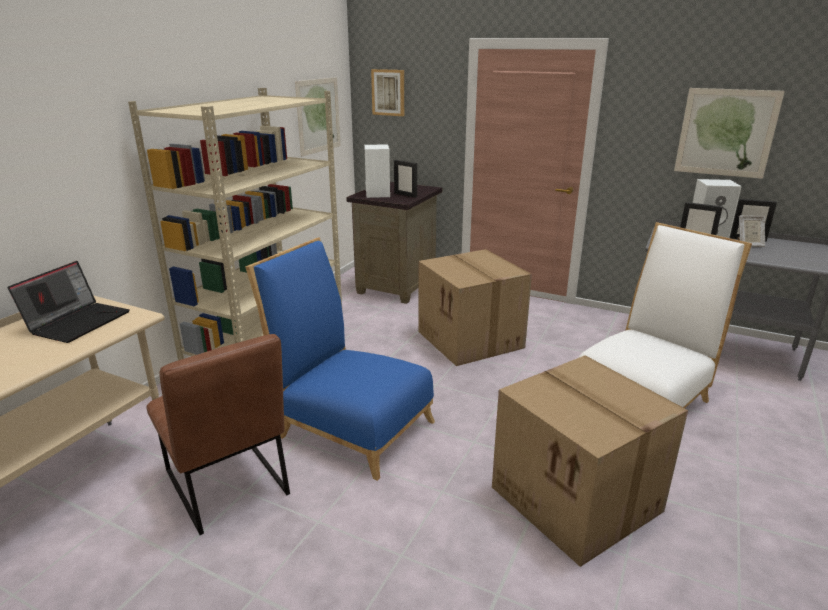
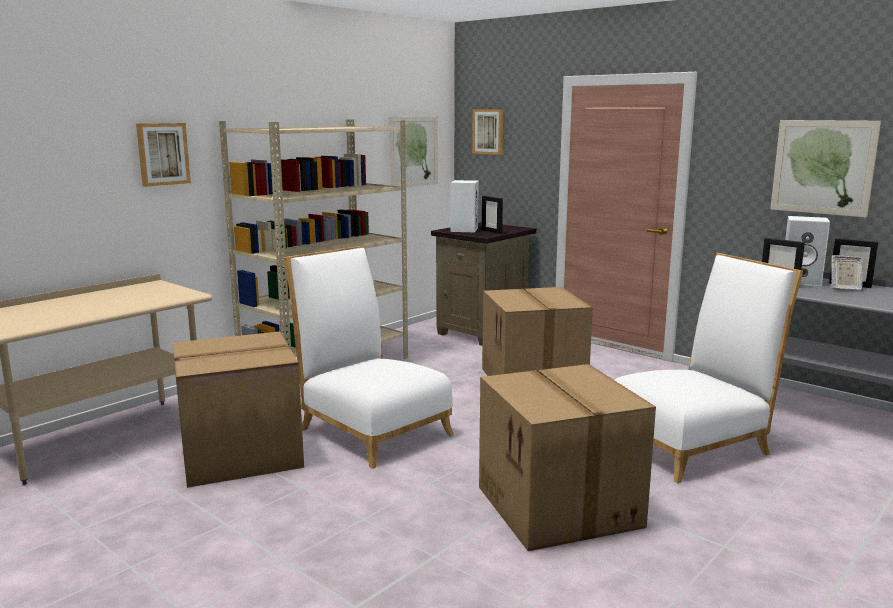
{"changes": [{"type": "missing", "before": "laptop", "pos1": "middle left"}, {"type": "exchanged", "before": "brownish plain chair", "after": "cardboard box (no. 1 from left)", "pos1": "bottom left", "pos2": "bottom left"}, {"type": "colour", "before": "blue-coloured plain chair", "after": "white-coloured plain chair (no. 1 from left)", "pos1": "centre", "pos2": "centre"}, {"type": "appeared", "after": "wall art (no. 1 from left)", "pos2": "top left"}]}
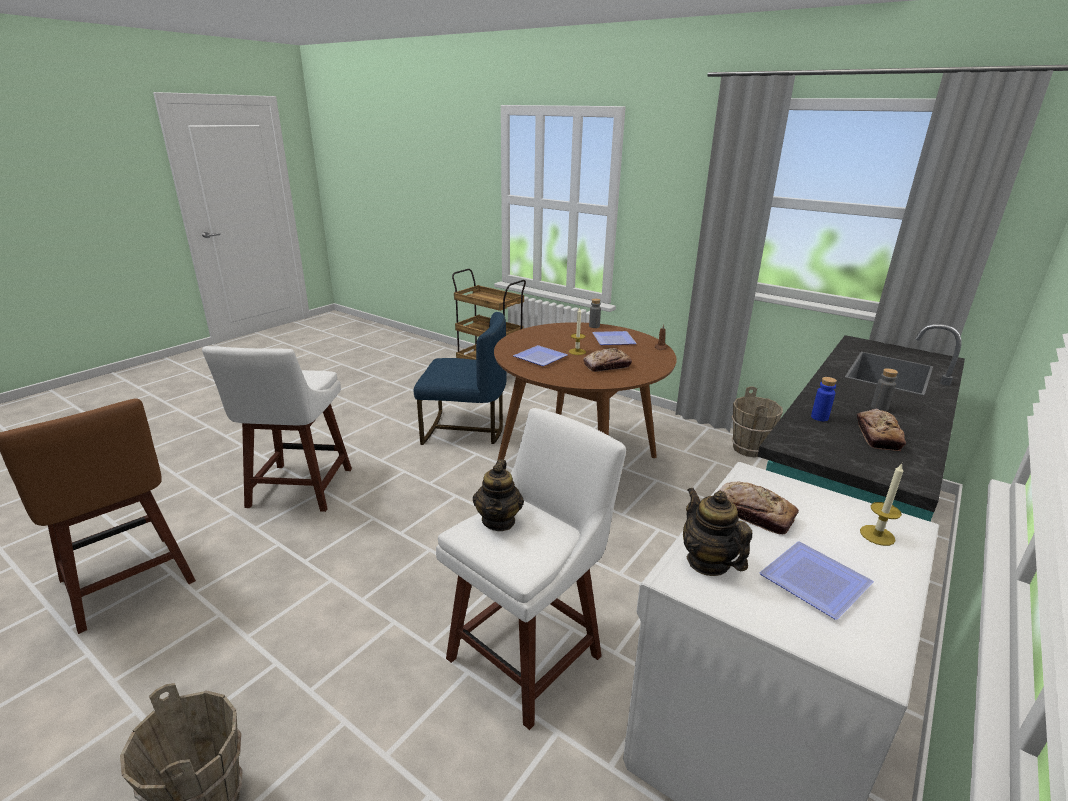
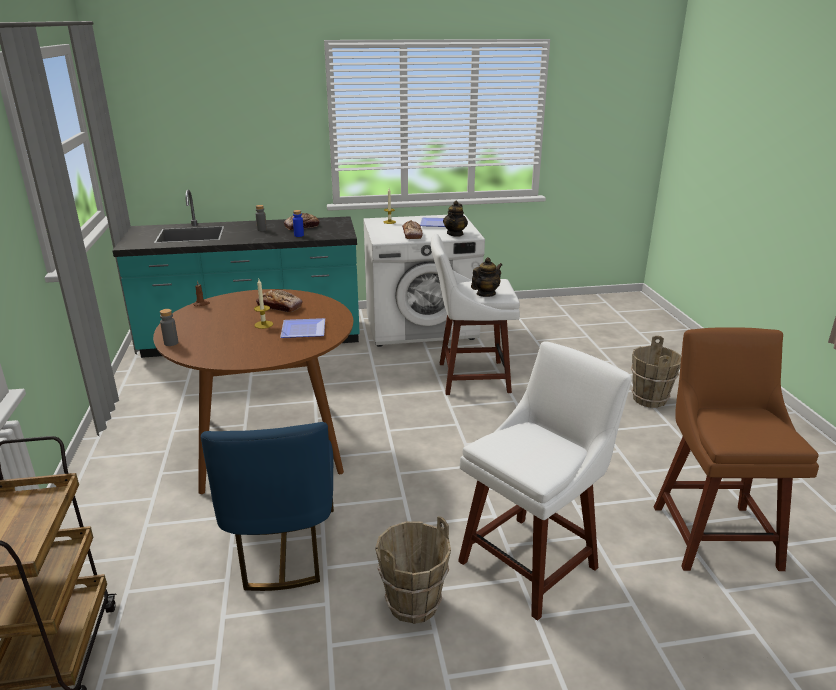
{"changes": [{"type": "spun", "before": "blue-coloured plain chair", "pos1": "centre", "pos2": "bottom left", "turn": -150}, {"type": "missing", "before": "dinner plate (no. 2 from left)", "pos1": "centre"}, {"type": "relocated", "before": "brownish pail (no. 2 from left in the first image)", "after": "brownish pail (no. 1 from left)", "pos1": "middle right", "pos2": "bottom centre"}]}
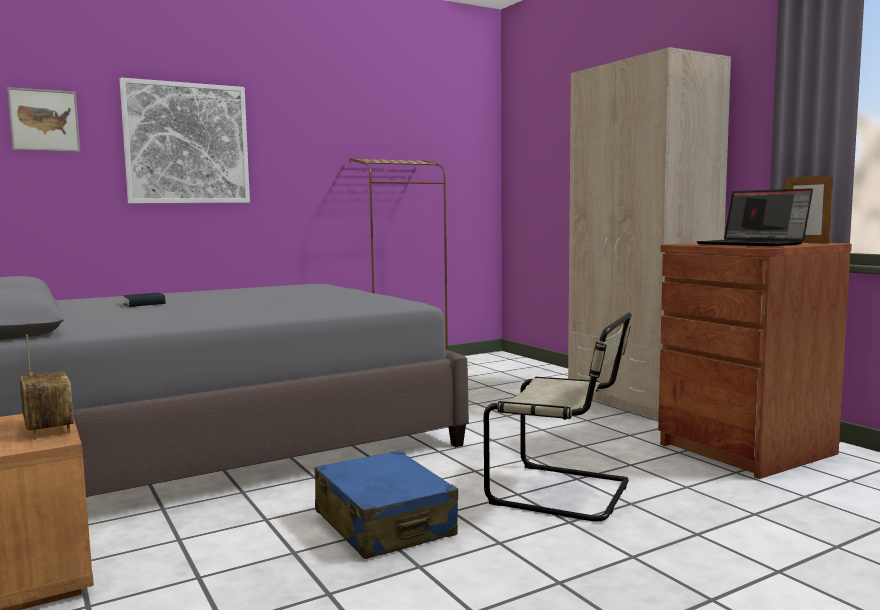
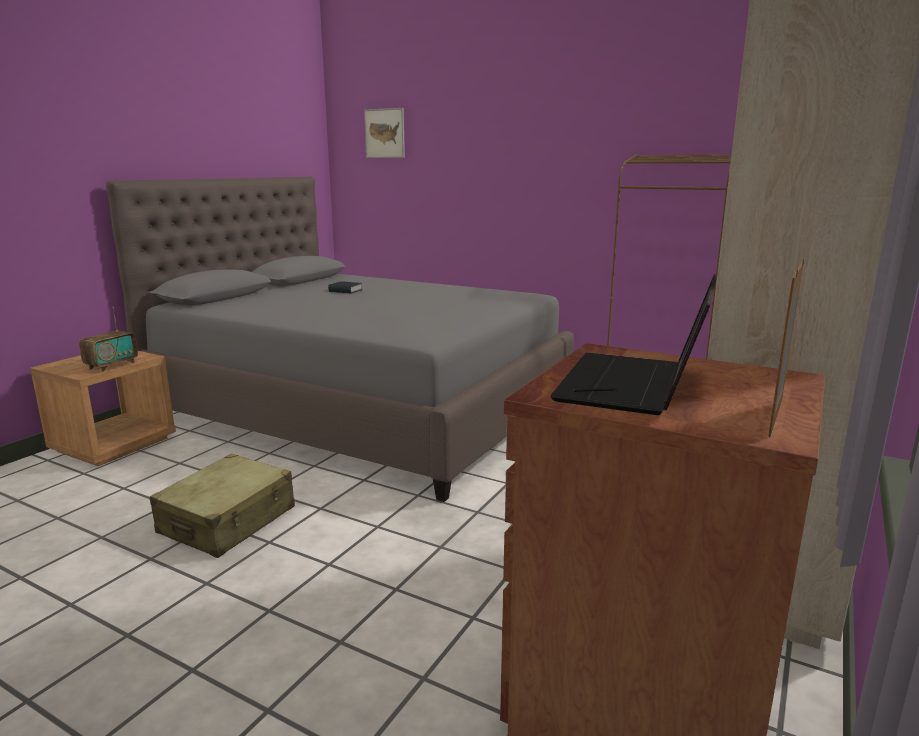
{"changes": [{"type": "missing", "before": "wall art (no. 2 from left)", "pos1": "top left"}, {"type": "colour", "before": "blue-coloured travel case", "after": "beige travel case", "pos1": "bottom centre", "pos2": "bottom left"}, {"type": "missing", "before": "beige plain chair", "pos1": "bottom centre"}]}
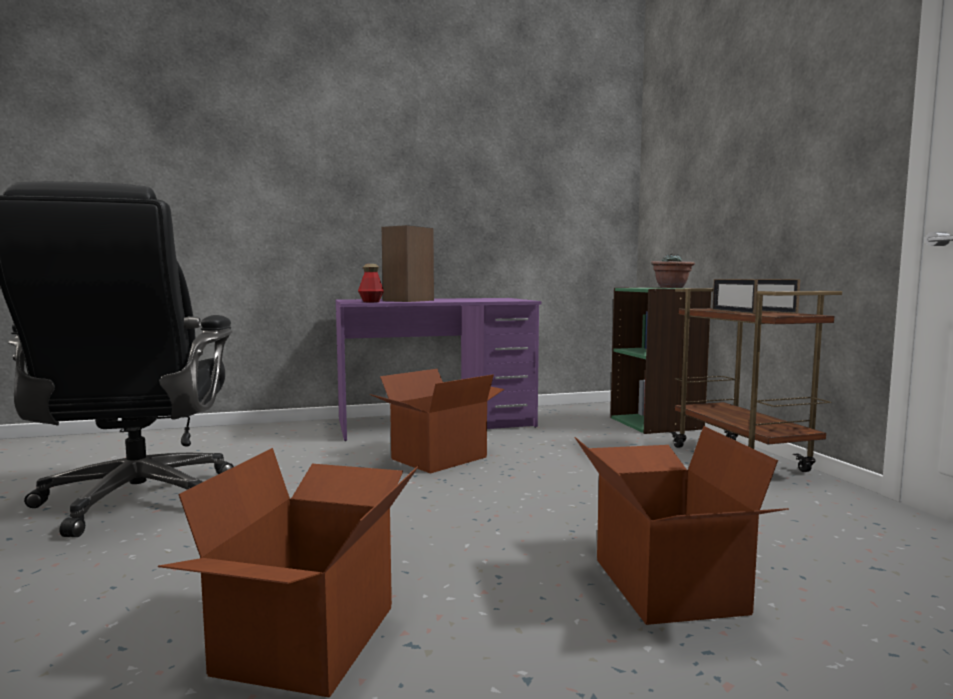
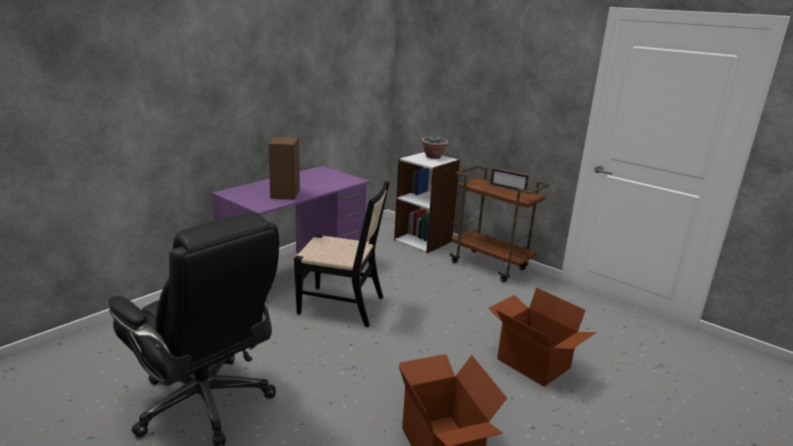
{"changes": [{"type": "missing", "before": "bottle", "pos1": "centre"}, {"type": "exchanged", "before": "cardboard box (no. 2 from left)", "after": "plain chair", "pos1": "centre", "pos2": "centre"}, {"type": "colour", "before": "green bookshelf", "after": "white-coloured bookshelf", "pos1": "middle right", "pos2": "centre"}, {"type": "missing", "before": "photo frame (no. 1 from left)", "pos1": "middle right"}]}
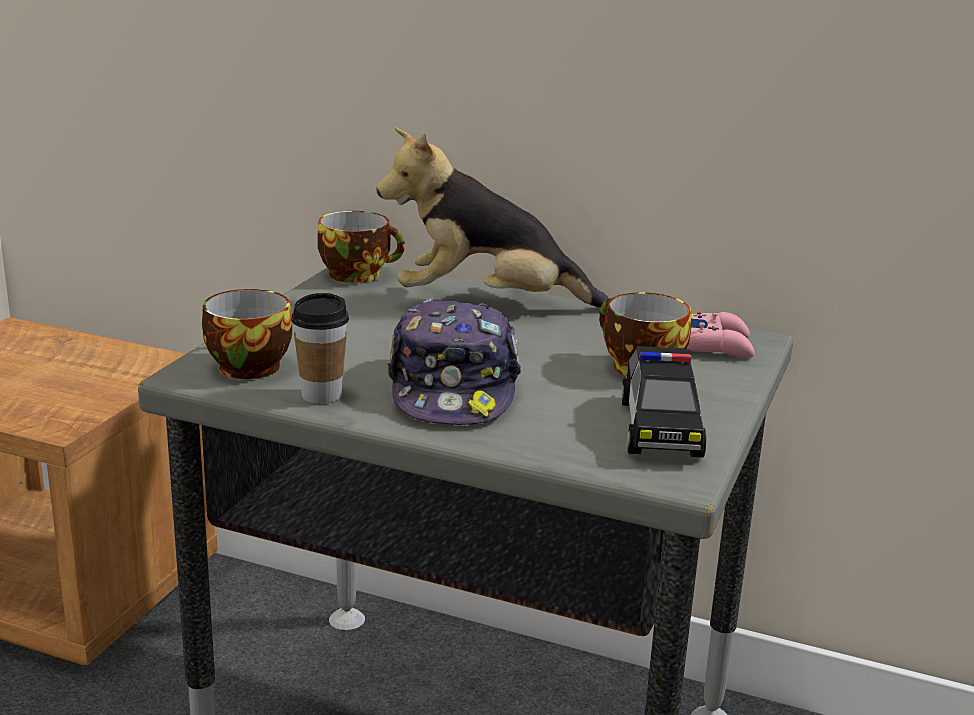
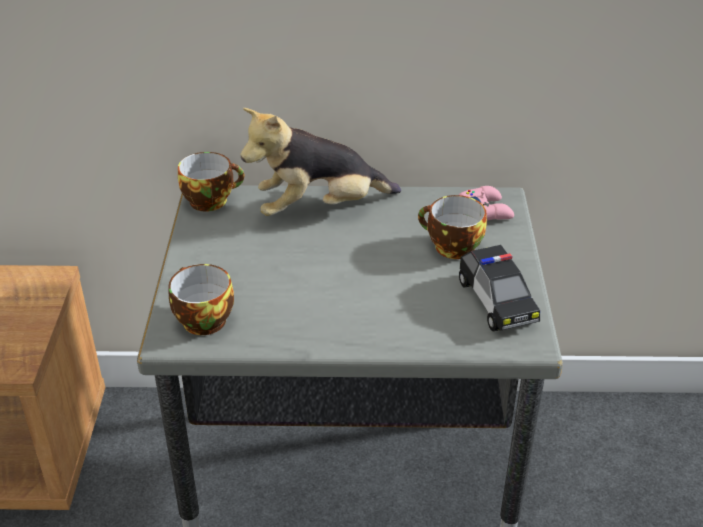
{"changes": [{"type": "missing", "before": "small cup (no. 2 from left)", "pos1": "middle left"}, {"type": "missing", "before": "peaked cap", "pos1": "centre"}]}
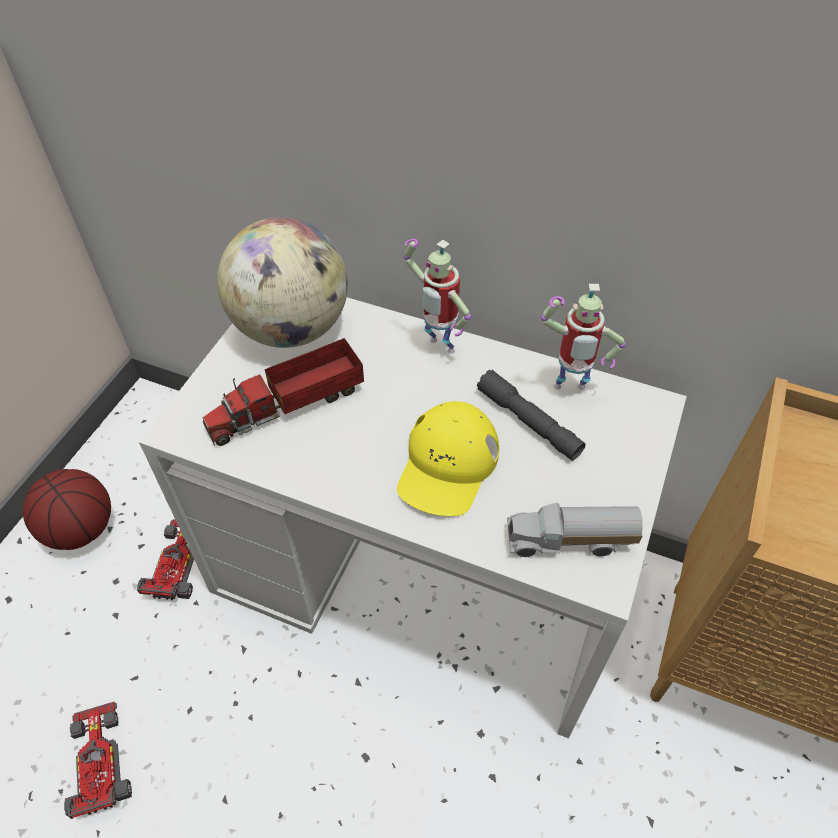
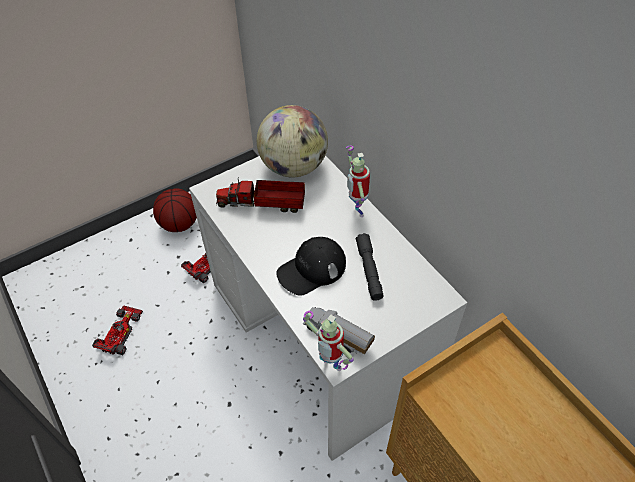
{"changes": [{"type": "colour", "before": "yellow peaked cap", "after": "black-coloured peaked cap", "pos1": "centre", "pos2": "centre"}, {"type": "relocated", "before": "toy robot (no. 2 from left in the first image)", "after": "toy robot (no. 1 from left)", "pos1": "middle right", "pos2": "bottom centre"}]}
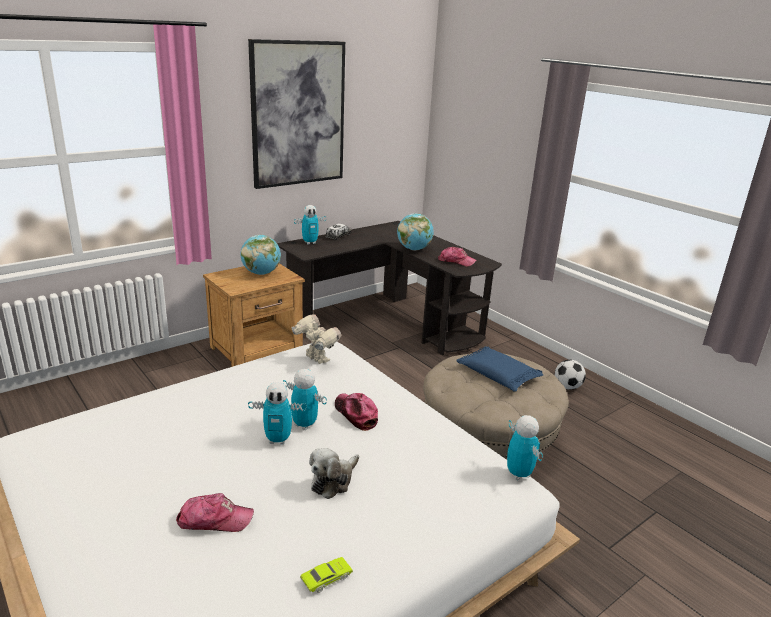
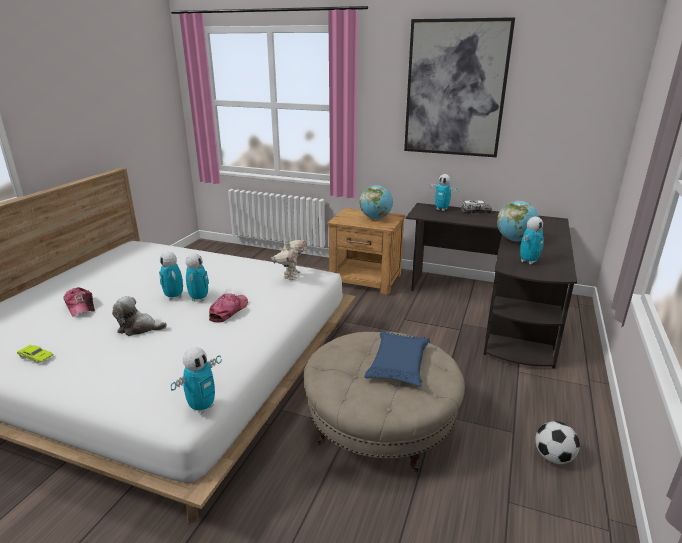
{"changes": [{"type": "exchanged", "before": "peaked cap (no. 3 from left)", "after": "toy robot (no. 6 from left)", "pos1": "centre", "pos2": "middle right"}]}
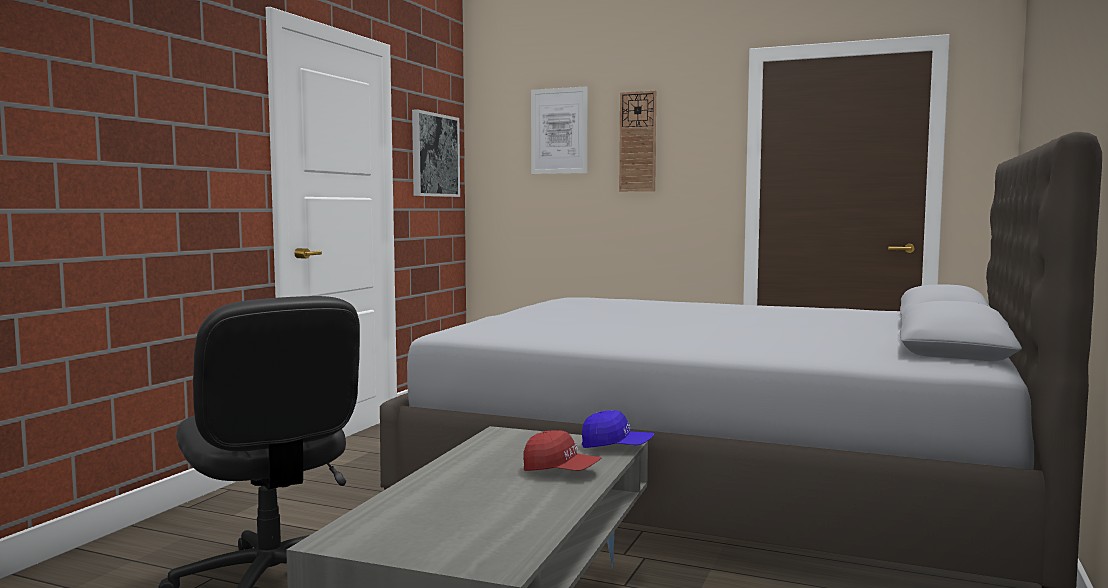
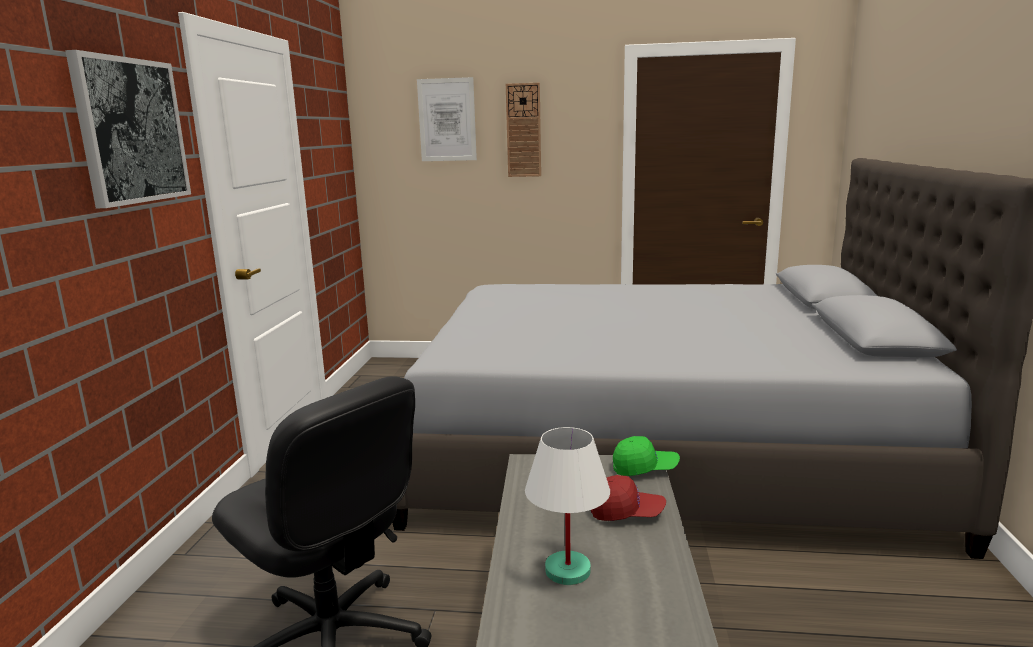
{"changes": [{"type": "relocated", "before": "wall art (no. 1 from left)", "pos1": "top centre", "pos2": "top left"}, {"type": "colour", "before": "blue-coloured peaked cap", "after": "green peaked cap", "pos1": "bottom centre", "pos2": "bottom centre"}, {"type": "appeared", "after": "white-coloured tabletop lamp", "pos2": "bottom centre"}]}
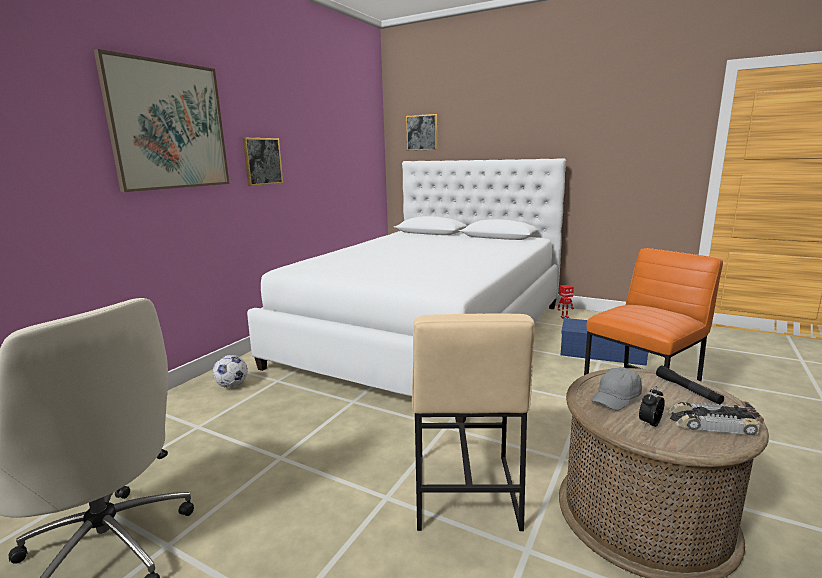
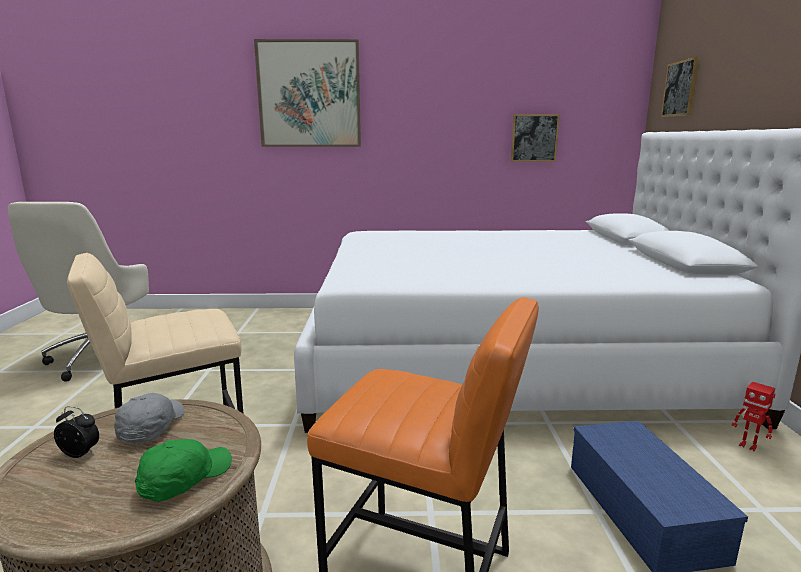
{"changes": [{"type": "missing", "before": "ball for football", "pos1": "middle left"}, {"type": "relocated", "before": "wall art (no. 2 from left)", "pos1": "top left", "pos2": "top right"}, {"type": "spun", "before": "greyish peaked cap", "pos1": "bottom right", "pos2": "bottom left", "turn": 75}, {"type": "exchanged", "before": "black-coloured flashlight", "after": "green peaked cap", "pos1": "middle right", "pos2": "bottom left"}, {"type": "missing", "before": "miniature car", "pos1": "bottom right"}]}
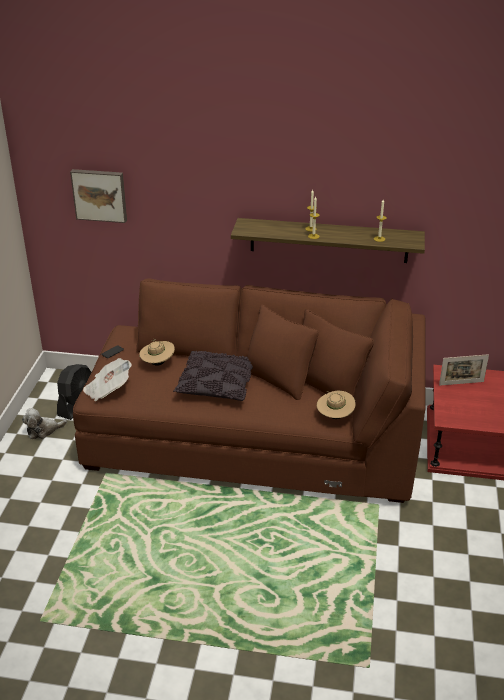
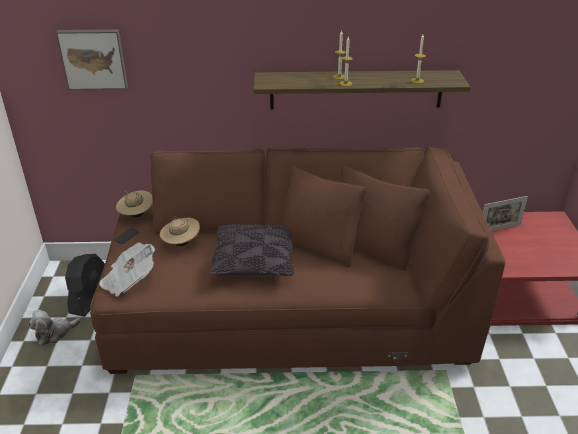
{"changes": [{"type": "relocated", "before": "beige wearable hat (no. 2 from left in the first image)", "after": "beige wearable hat (no. 1 from left)", "pos1": "middle right", "pos2": "middle left"}]}
